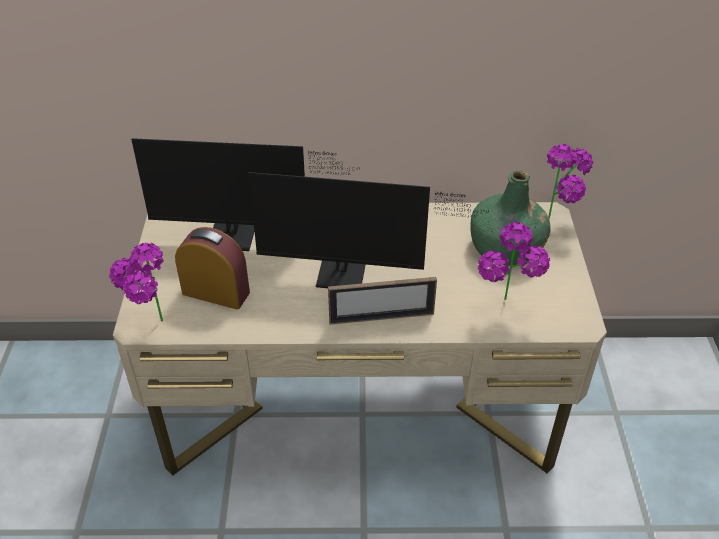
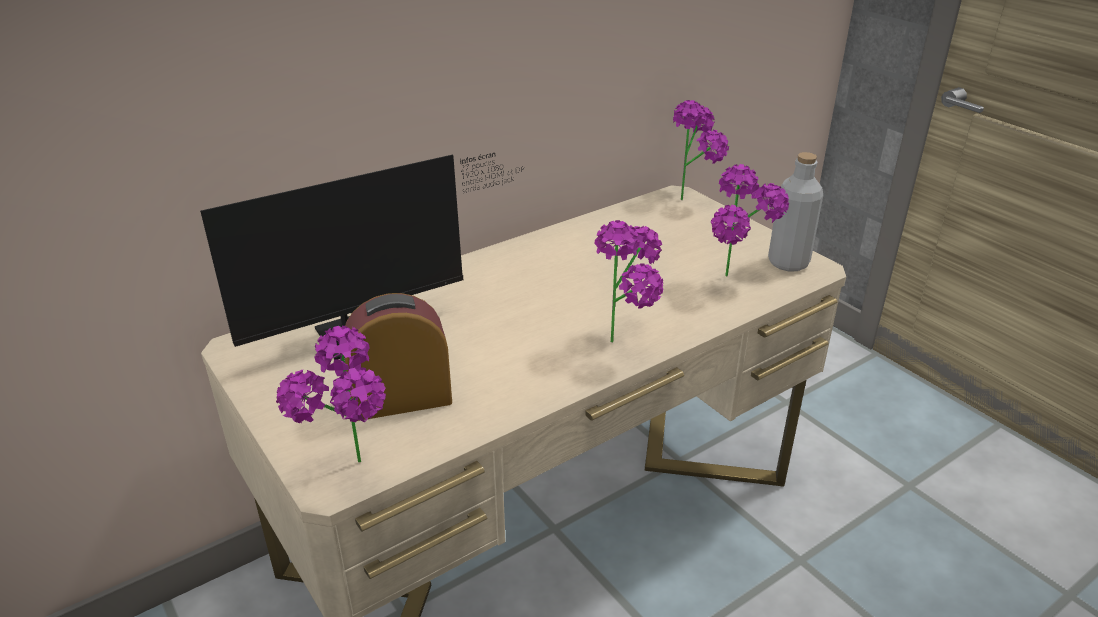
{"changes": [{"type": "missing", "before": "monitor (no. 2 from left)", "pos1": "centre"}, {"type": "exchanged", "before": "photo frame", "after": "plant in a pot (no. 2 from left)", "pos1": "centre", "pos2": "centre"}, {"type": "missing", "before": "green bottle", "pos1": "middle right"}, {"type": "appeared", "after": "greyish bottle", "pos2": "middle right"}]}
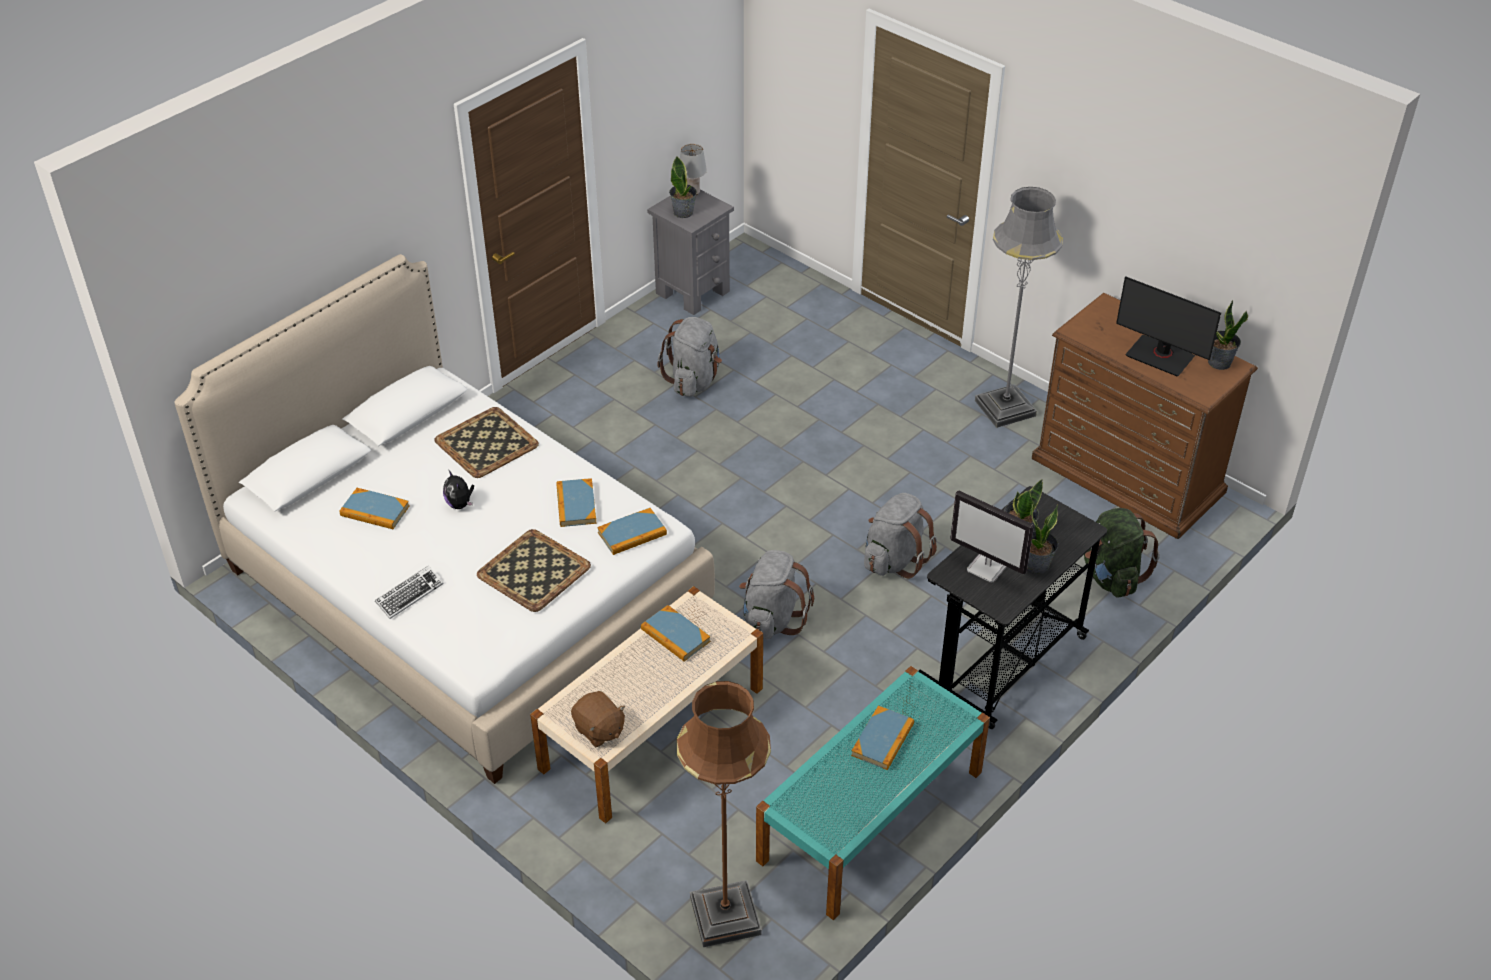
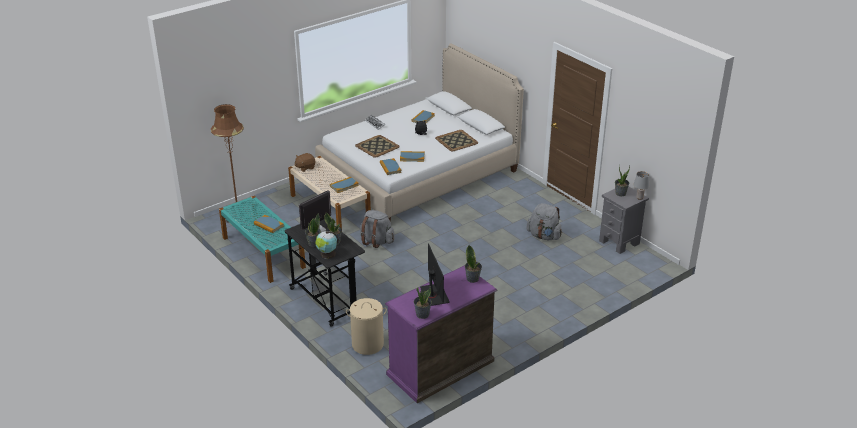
{"changes": [{"type": "missing", "before": "greyish knapsack (no. 3 from left)", "pos1": "centre"}, {"type": "missing", "before": "greyish standing lamp", "pos1": "top right"}, {"type": "colour", "before": "brownish drawer chest", "after": "purple-coloured drawer chest", "pos1": "middle right", "pos2": "bottom centre"}, {"type": "exchanged", "before": "green knapsack", "after": "beige hamper", "pos1": "middle right", "pos2": "bottom centre"}, {"type": "spun", "before": "monitor (no. 2 from left)", "pos1": "top right", "pos2": "centre", "turn": 120}, {"type": "appeared", "after": "desk globe", "pos2": "centre"}, {"type": "appeared", "after": "plant in a pot (no. 4 from left)", "pos2": "centre"}]}
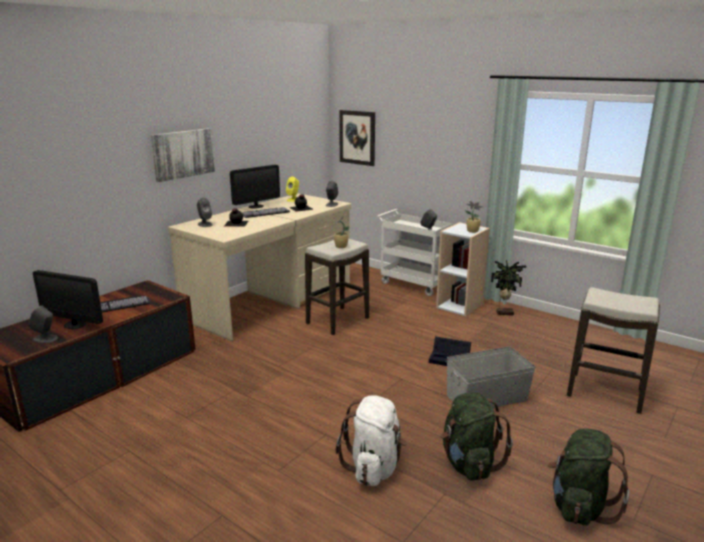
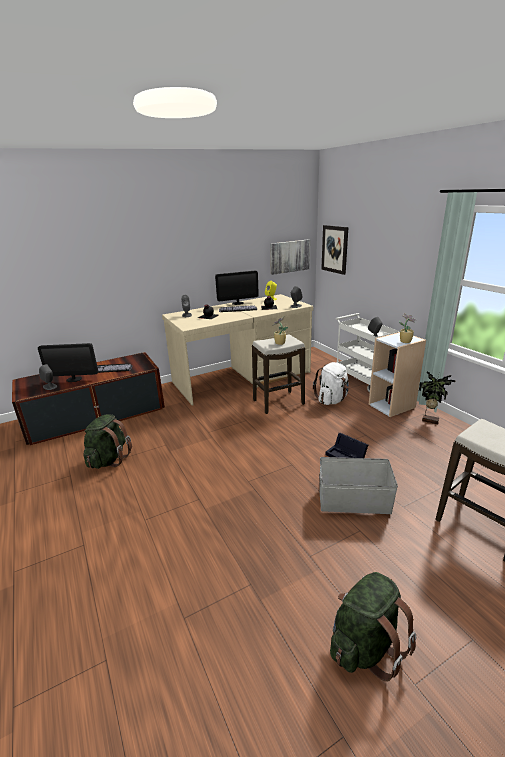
{"changes": [{"type": "spun", "before": "monitor (no. 1 from left)", "pos1": "middle left", "pos2": "middle left", "turn": -45}, {"type": "relocated", "before": "wall art (no. 1 from left)", "pos1": "top left", "pos2": "centre"}, {"type": "relocated", "before": "white-coloured knapsack", "pos1": "bottom centre", "pos2": "centre"}, {"type": "relocated", "before": "green knapsack (no. 1 from left)", "pos1": "bottom right", "pos2": "middle left"}]}
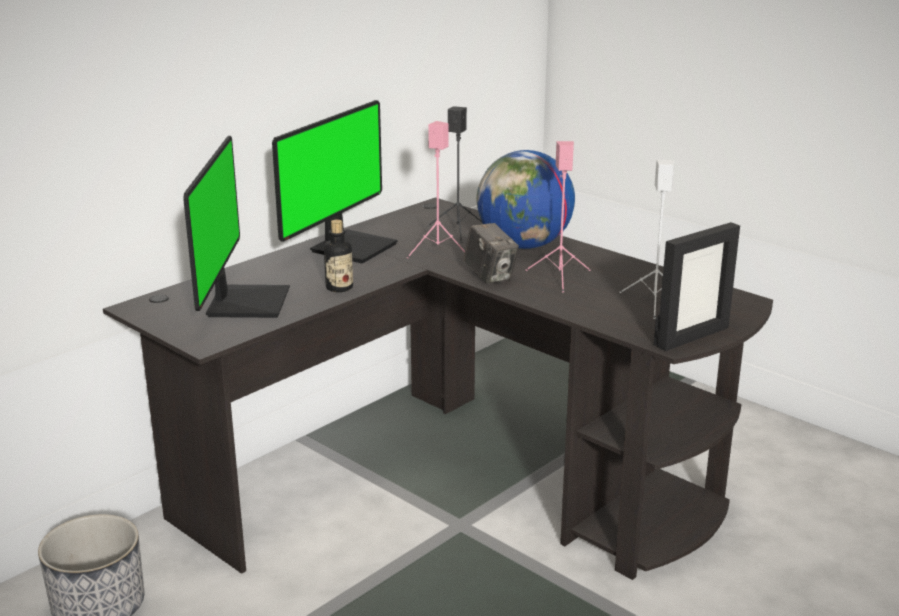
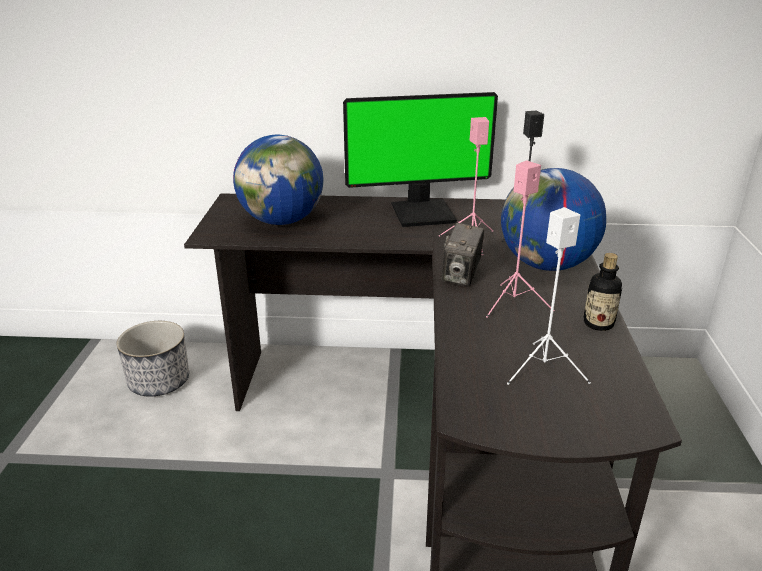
{"changes": [{"type": "exchanged", "before": "monitor (no. 1 from left)", "after": "desk globe (no. 1 from left)", "pos1": "middle left", "pos2": "top centre"}, {"type": "relocated", "before": "bottle", "pos1": "centre", "pos2": "middle right"}, {"type": "missing", "before": "photo frame", "pos1": "middle right"}]}
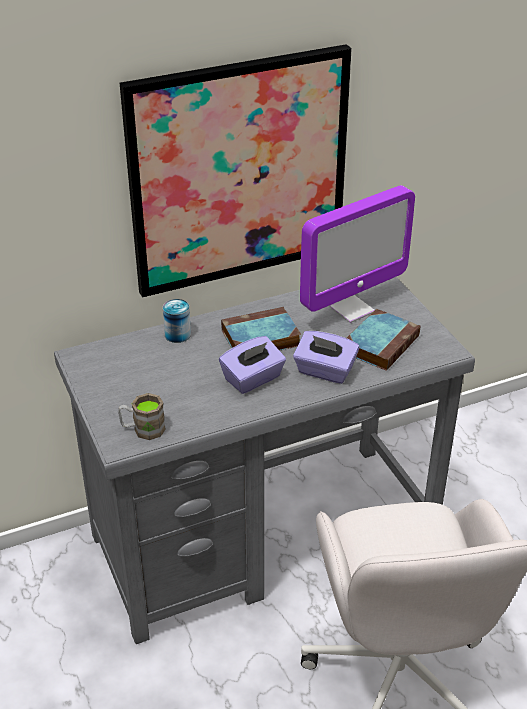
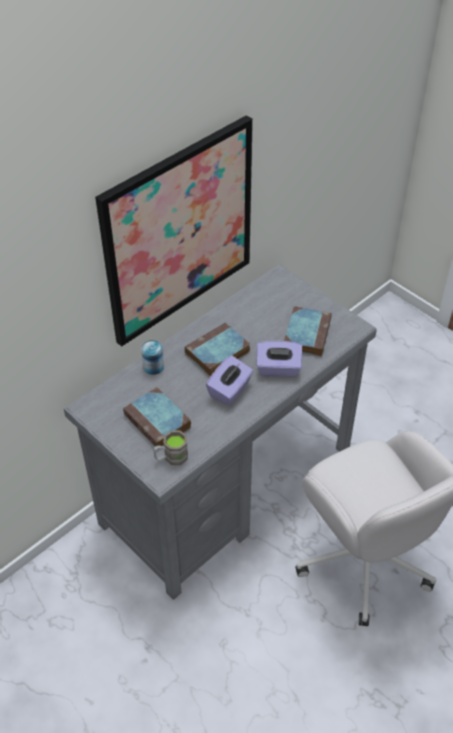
{"changes": [{"type": "missing", "before": "monitor", "pos1": "middle right"}, {"type": "appeared", "after": "bound book (no. 1 from left)", "pos2": "centre"}]}
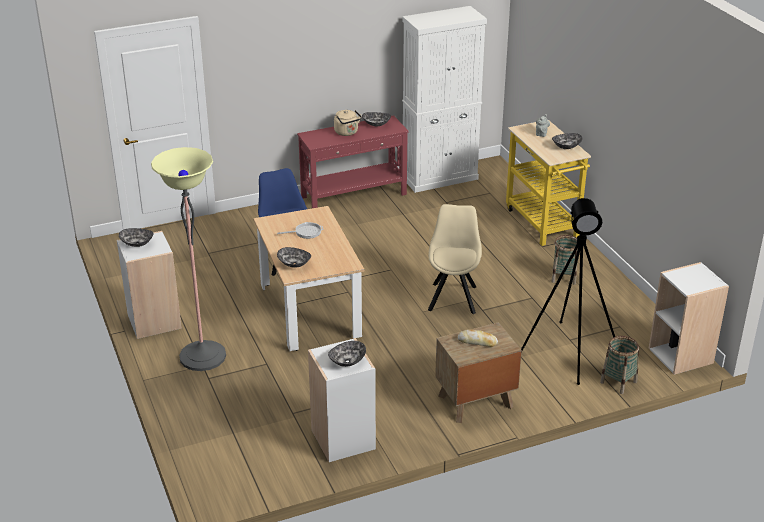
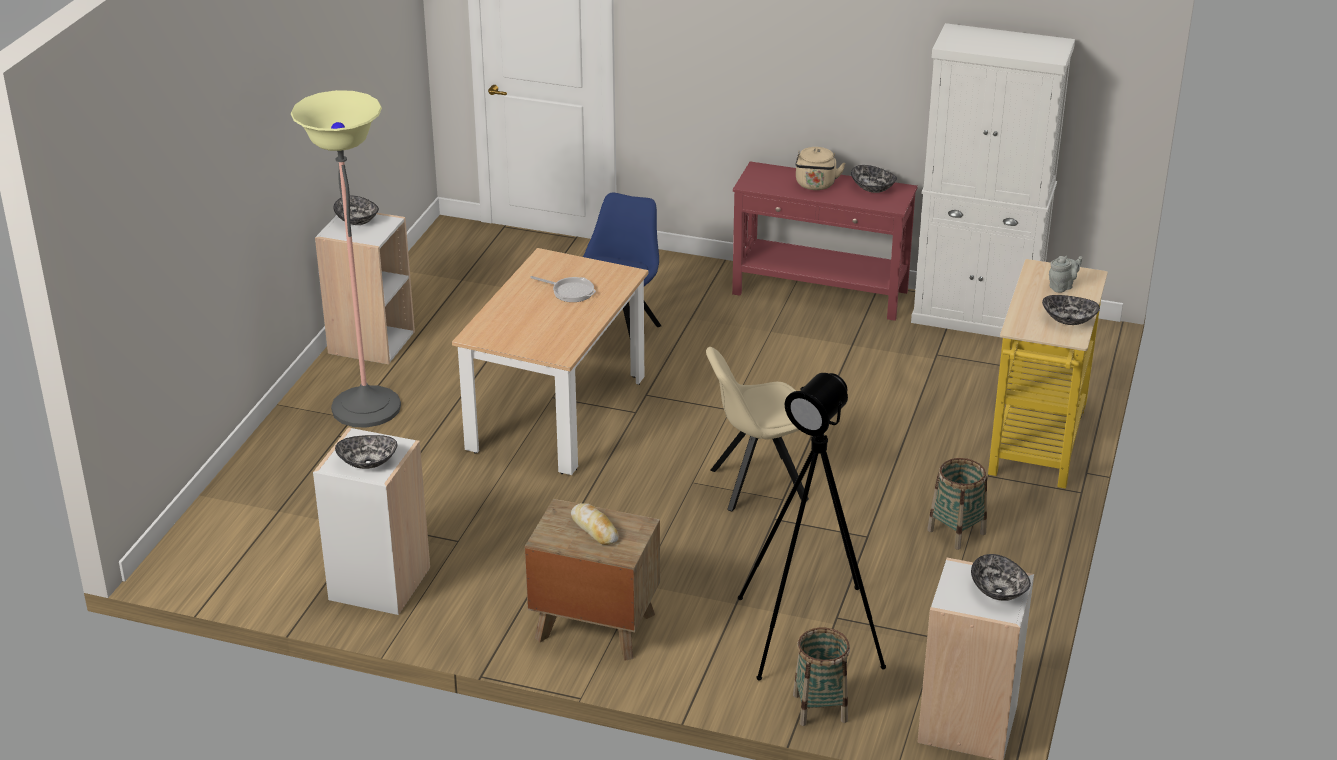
{"changes": [{"type": "relocated", "before": "deep dish (no. 2 from left in the first image)", "after": "deep dish (no. 4 from left)", "pos1": "centre", "pos2": "bottom right"}, {"type": "spun", "before": "beige plain chair", "pos1": "centre", "pos2": "centre", "turn": -150}]}
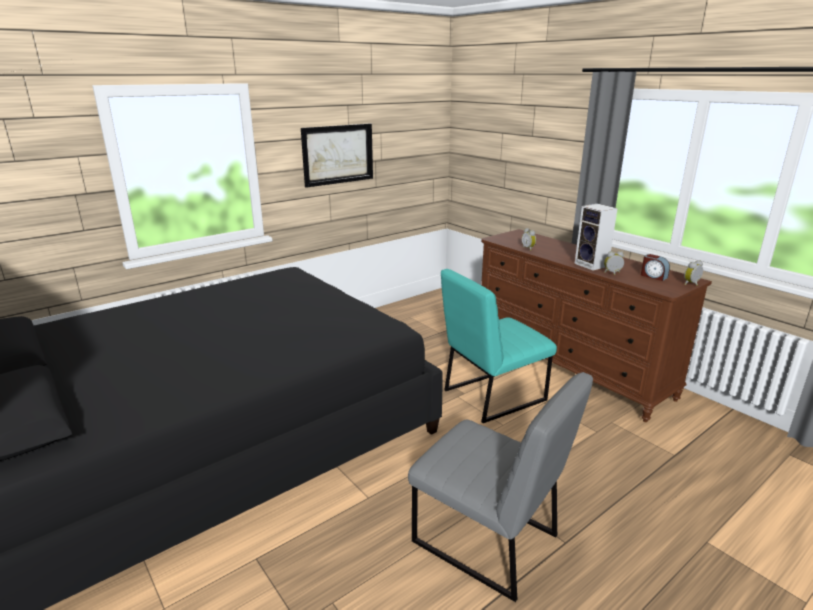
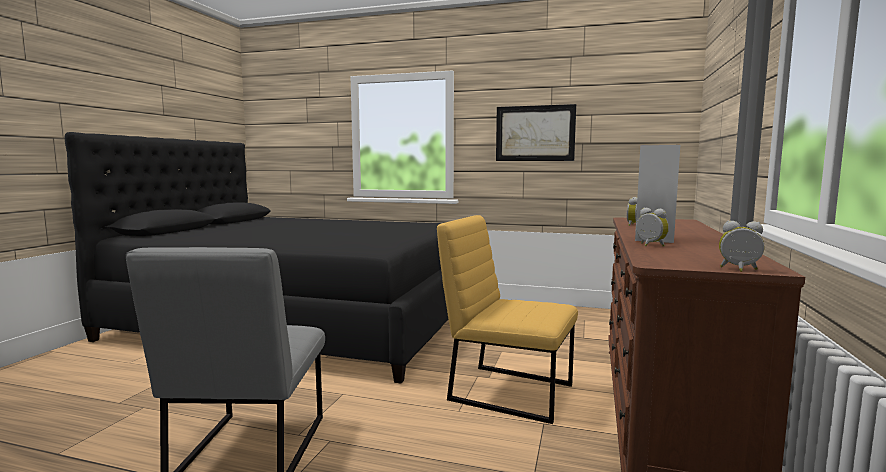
{"changes": [{"type": "colour", "before": "blue-green plain chair", "after": "yellow plain chair", "pos1": "centre", "pos2": "bottom centre"}, {"type": "missing", "before": "alarm clock (no. 3 from left)", "pos1": "middle right"}]}
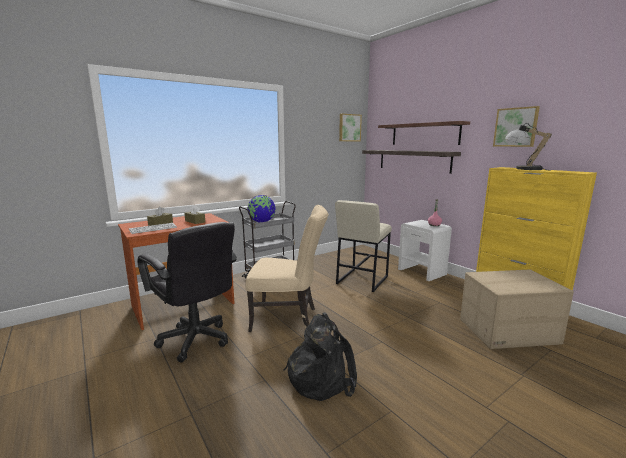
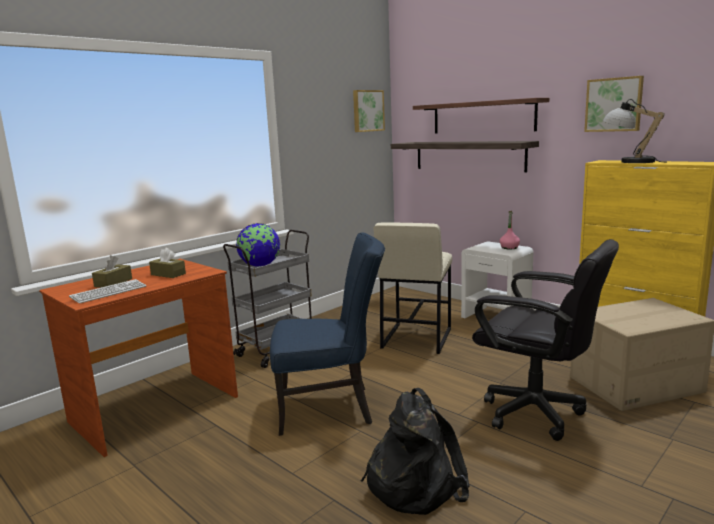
{"changes": [{"type": "relocated", "before": "black-coloured desk chair", "pos1": "middle left", "pos2": "middle right"}, {"type": "colour", "before": "beige plain chair (no. 1 from left)", "after": "blue-coloured plain chair", "pos1": "centre", "pos2": "centre"}]}
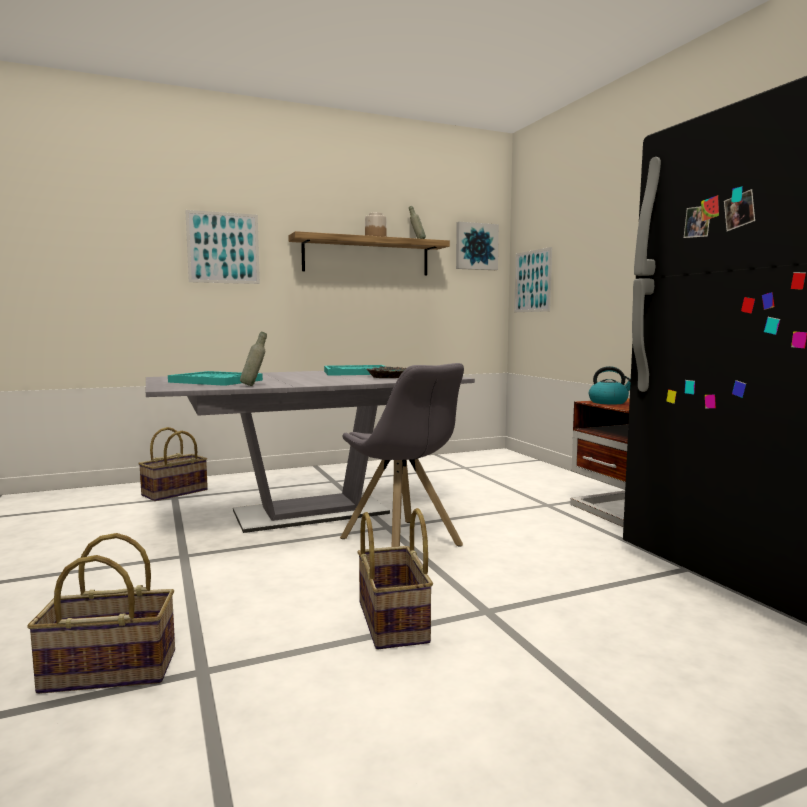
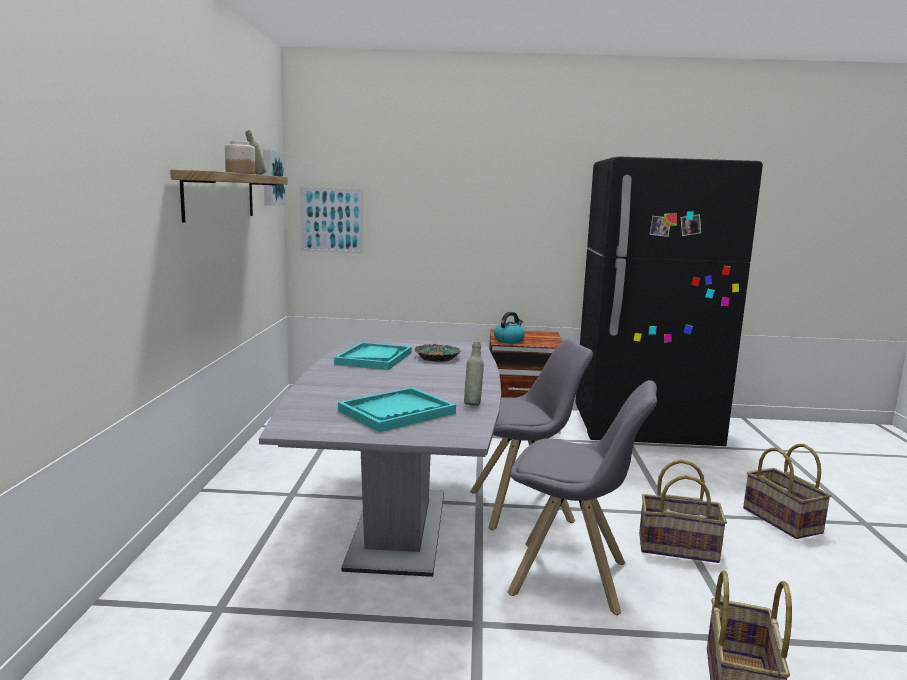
{"changes": [{"type": "relocated", "before": "storage basket (no. 2 from left in the first image)", "after": "storage basket (no. 3 from left)", "pos1": "middle left", "pos2": "bottom right"}, {"type": "missing", "before": "wall art (no. 1 from left)", "pos1": "top left"}, {"type": "appeared", "after": "greyish plain chair (no. 2 from left)", "pos2": "bottom centre"}]}
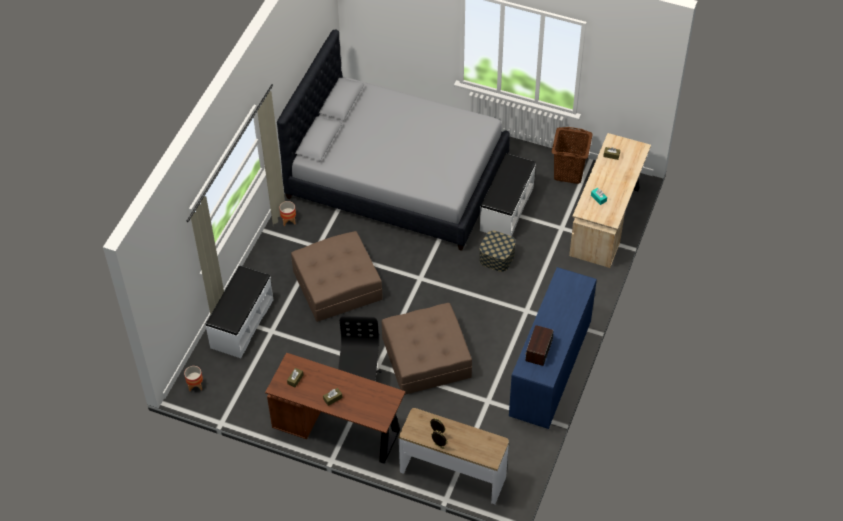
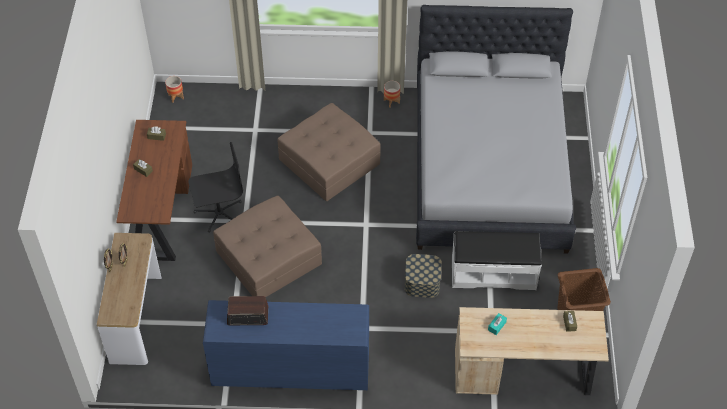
{"changes": [{"type": "missing", "before": "white-coloured long seat (no. 1 from left)", "pos1": "middle left"}]}
